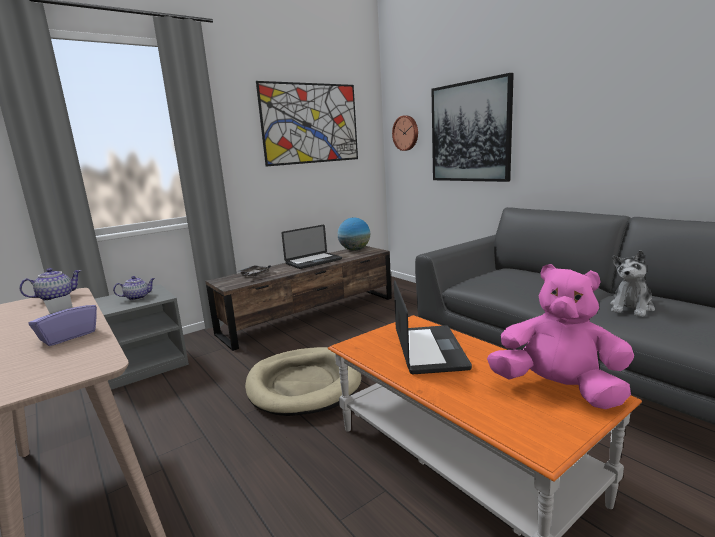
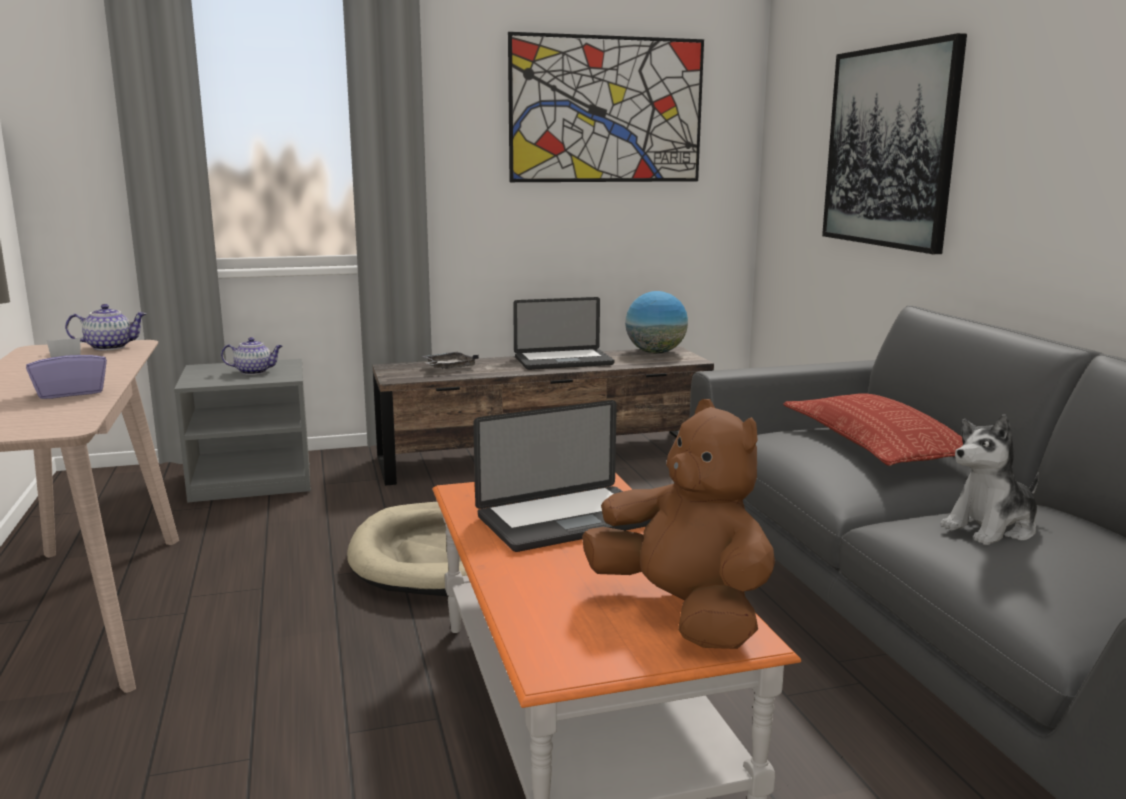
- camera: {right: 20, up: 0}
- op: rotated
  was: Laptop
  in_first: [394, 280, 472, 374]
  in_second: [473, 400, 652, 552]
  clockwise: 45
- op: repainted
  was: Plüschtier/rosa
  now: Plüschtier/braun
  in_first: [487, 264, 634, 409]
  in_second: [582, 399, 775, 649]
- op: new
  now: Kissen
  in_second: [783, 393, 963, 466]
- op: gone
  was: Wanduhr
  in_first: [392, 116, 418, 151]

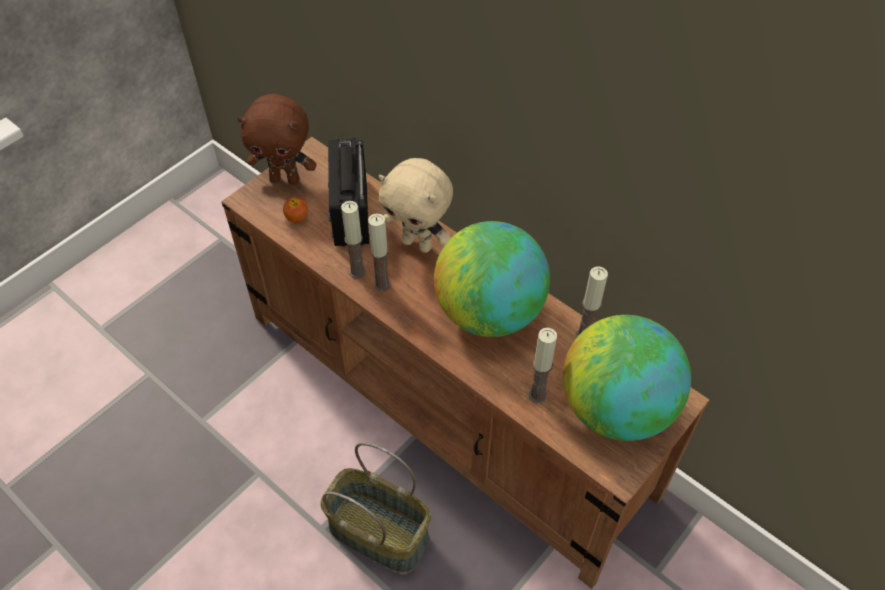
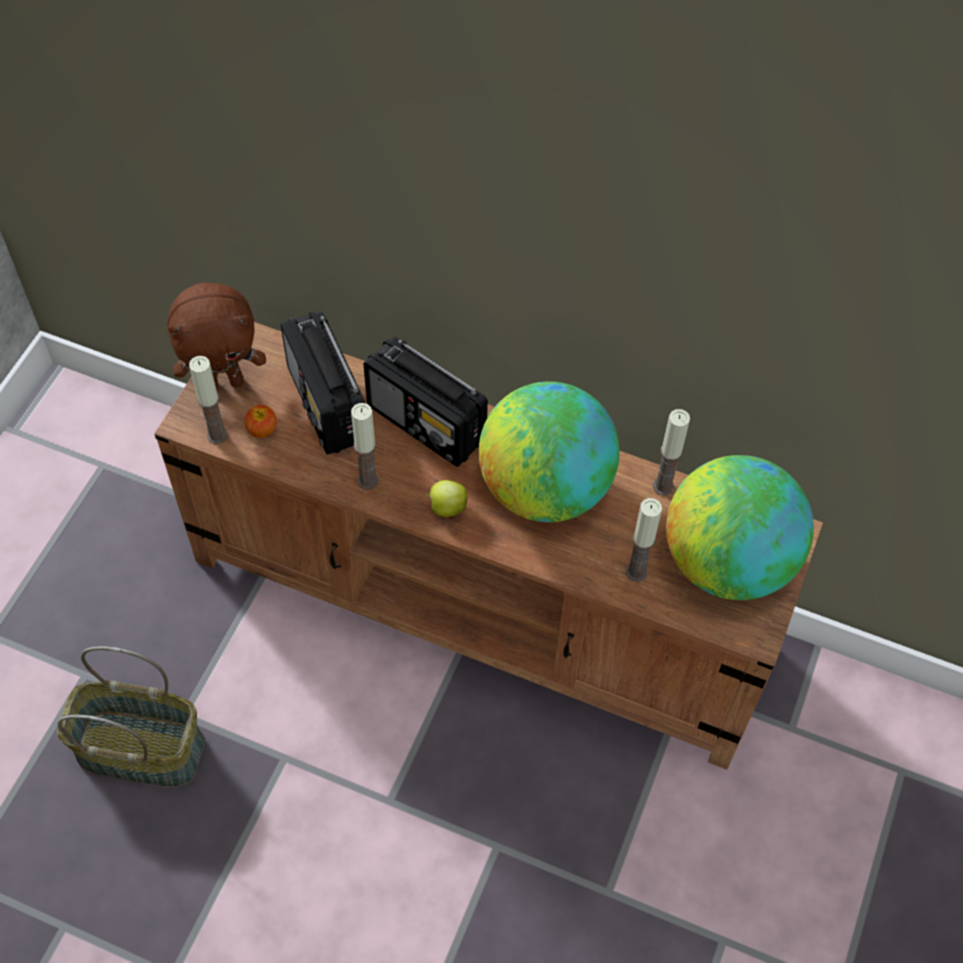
- camera: {right: -20, up: 5}
- op: shifted
  was: Korb
  in_first: [320, 442, 431, 572]
  in_second: [57, 646, 205, 787]
- op: shifted
  was: Kerze
  in_first: [368, 213, 391, 291]
  in_second: [189, 356, 228, 444]
- op: swapped
  was: Plüschtier/beige
  now: Radio
  in_first: [379, 158, 453, 253]
  in_second: [363, 336, 488, 467]
- op: new
  now: Apfel
  in_second: [426, 480, 468, 517]

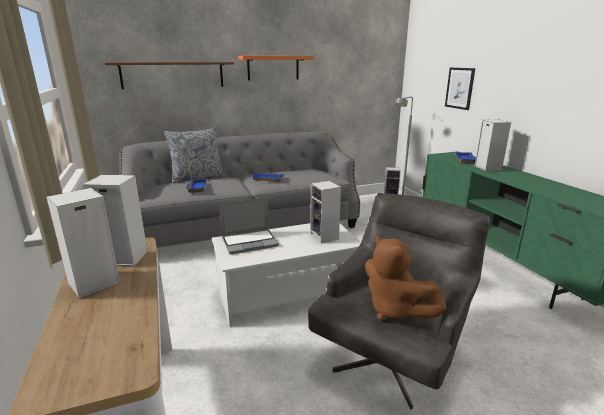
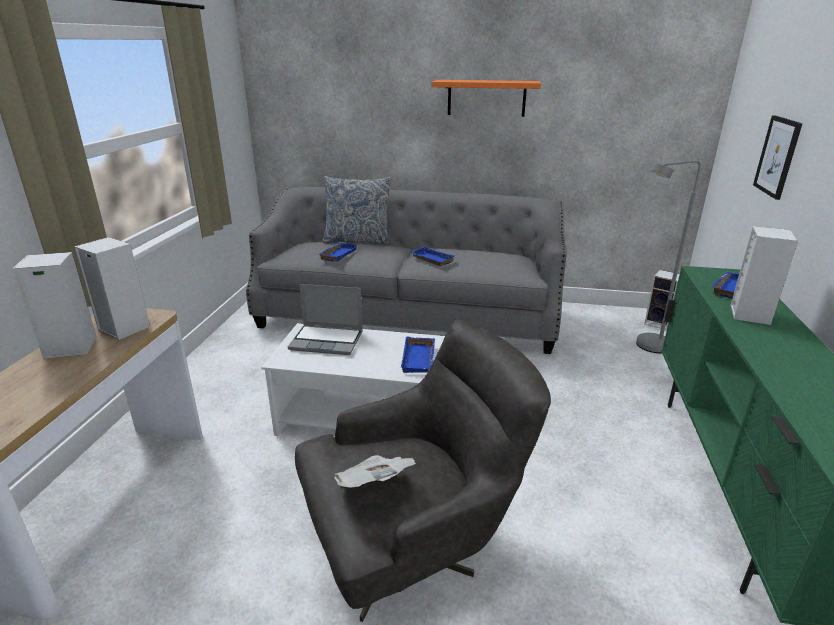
- camera: {right: 30, up: 5}
- op: swapped
  was: Plüschtier/braun
  now: Zeitung
  in_first: [365, 235, 447, 320]
  in_second: [334, 455, 416, 488]
- op: swapped
  was: Lautsprecher
  now: Tablett/blau
  in_first: [310, 181, 341, 243]
  in_second: [401, 337, 435, 373]
- op: gone
  was: Wandregal/braun
  in_first: [105, 62, 234, 89]

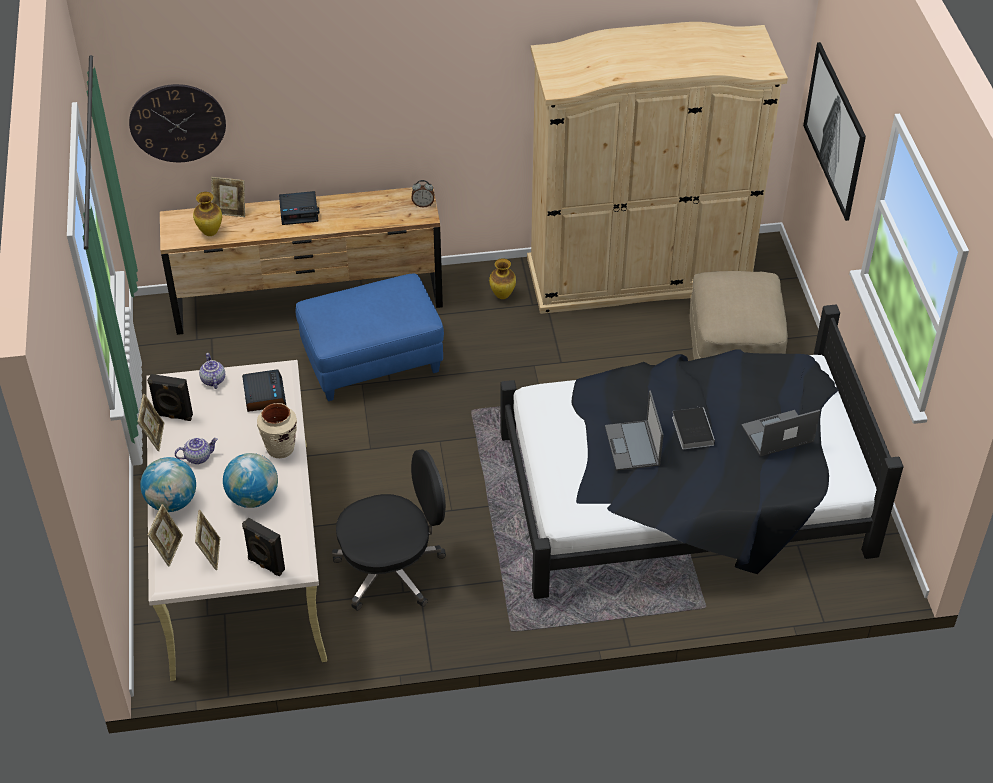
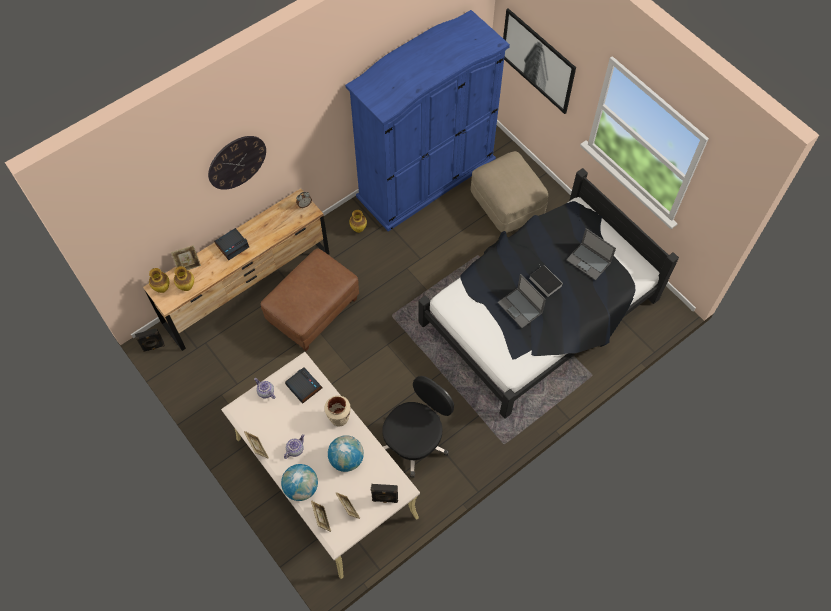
- camera: {right: -30, up: 15}
- op: shifted
  was: Lautsprecher/schwarz
  in_first: [147, 374, 193, 421]
  in_second: [135, 328, 165, 352]
- op: new
  now: Vase
  in_second: [149, 268, 170, 293]
- op: shifted
  was: Wanduhr
  in_first: [129, 84, 226, 162]
  in_second: [208, 136, 266, 190]
- op: repainted
  was: Polsterhocker/blau
  now: Polsterhocker/braun
  in_first: [296, 273, 444, 401]
  in_second: [261, 248, 359, 351]
- op: repainted
  was: Kleiderschrank/beige
  now: Kleiderschrank/blau
  in_first: [527, 22, 788, 314]
  in_second: [345, 10, 510, 231]
- op: rotated
  was: Laptop
  in_first: [741, 410, 820, 457]
  in_second: [566, 228, 616, 280]
  clockwise: -90

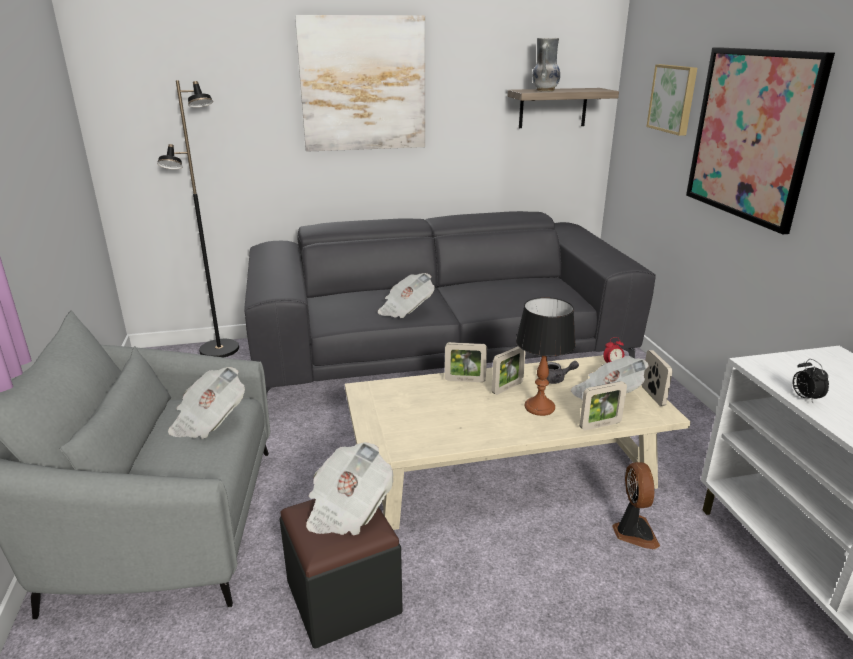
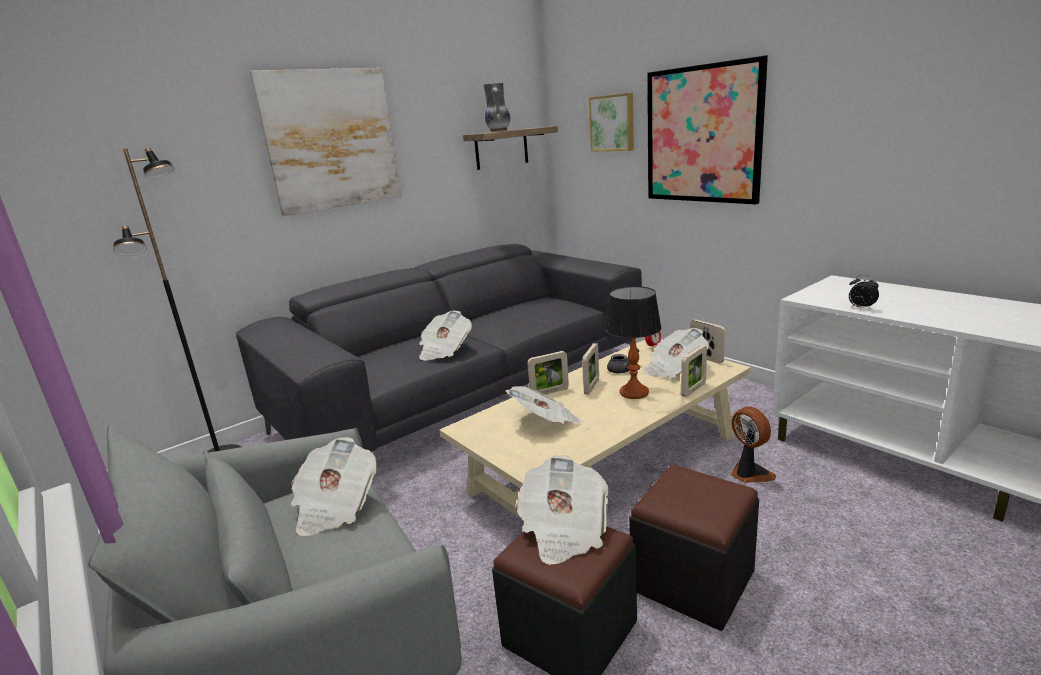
- camera: {right: -25, up: -5}
- op: new
  now: Zeitung
  in_second: [505, 386, 583, 424]
- op: new
  now: Polsterhocker/schwarz
  in_second: [629, 465, 759, 631]

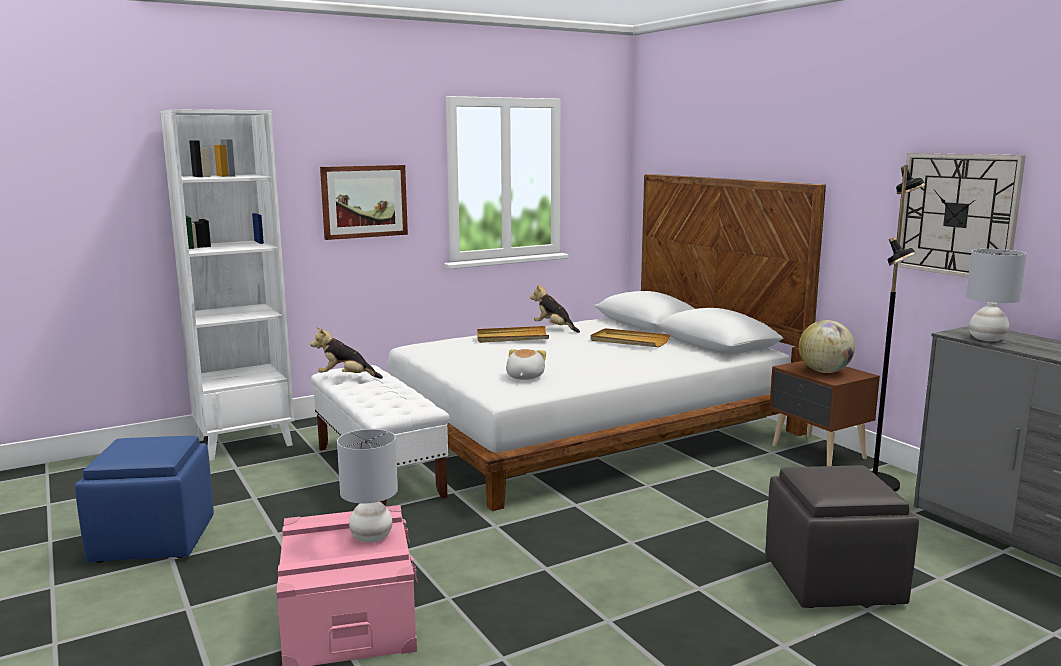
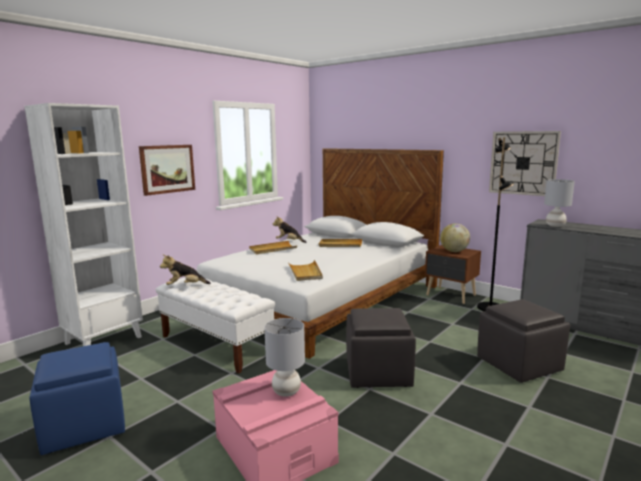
- camera: {right: -20, up: 0}
- op: swapped
  was: Plüschtier
  now: Tablett/beige
  in_first: [506, 349, 546, 380]
  in_second: [288, 260, 323, 281]
- op: new
  now: Polsterhocker/grau
  in_second: [346, 308, 416, 388]

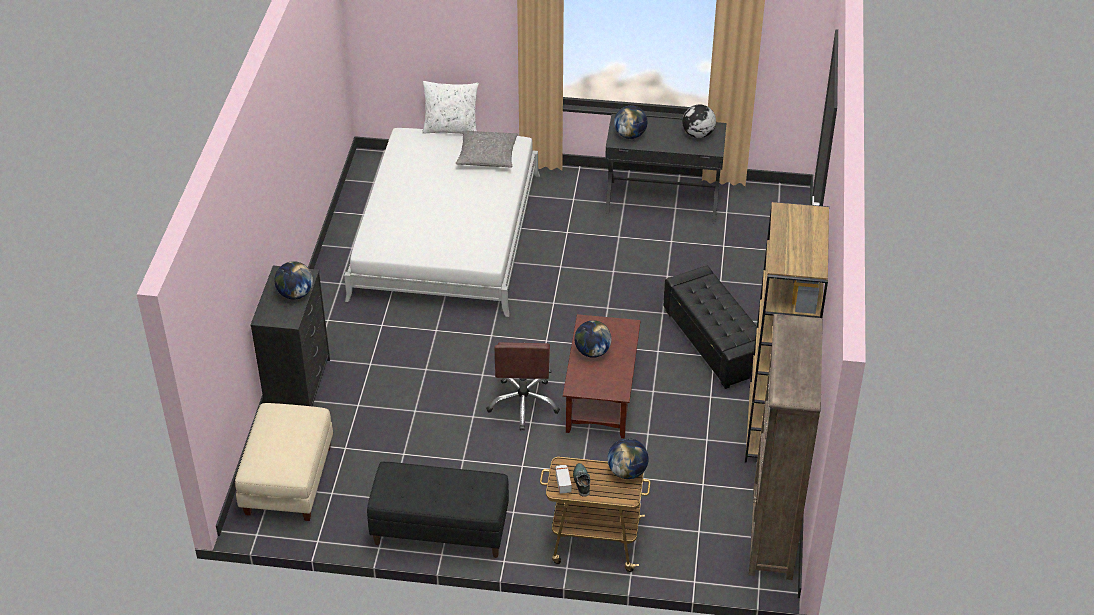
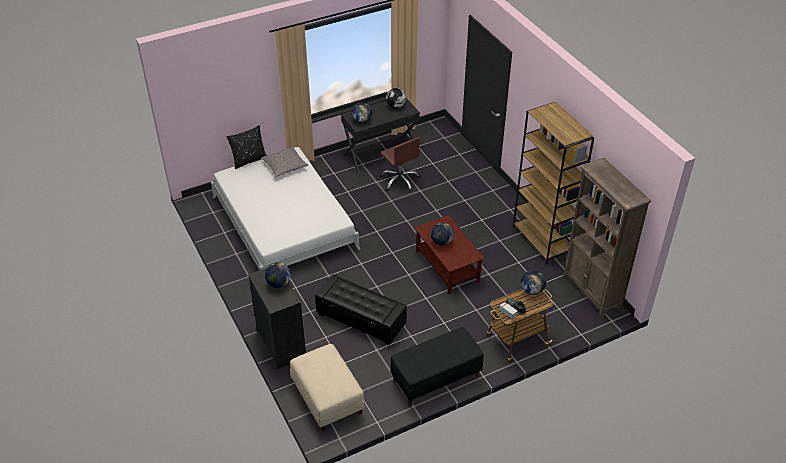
- camera: {right: -35, up: 0}
- op: repainted
  was: Kissen/weiß
  now: Kissen/schwarz
  in_first: [422, 81, 479, 134]
  in_second: [227, 125, 267, 169]
- op: shifted
  was: Polsterhocker/schwarz
  in_first: [663, 266, 757, 389]
  in_second: [315, 274, 407, 345]
- op: shifted
  was: Bürostuhl/braun
  in_first: [486, 342, 560, 431]
  in_second: [380, 137, 420, 192]

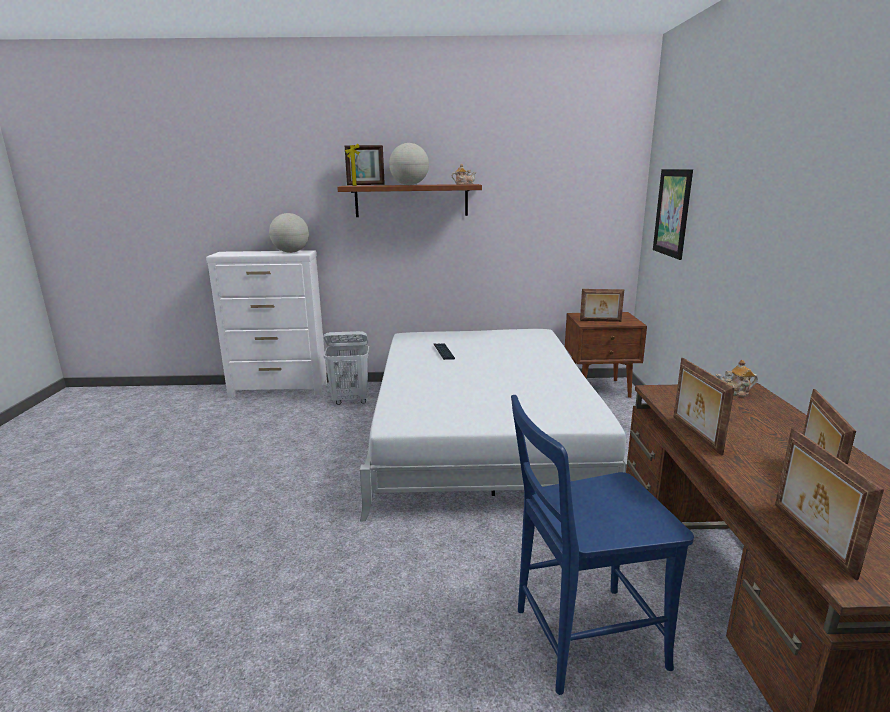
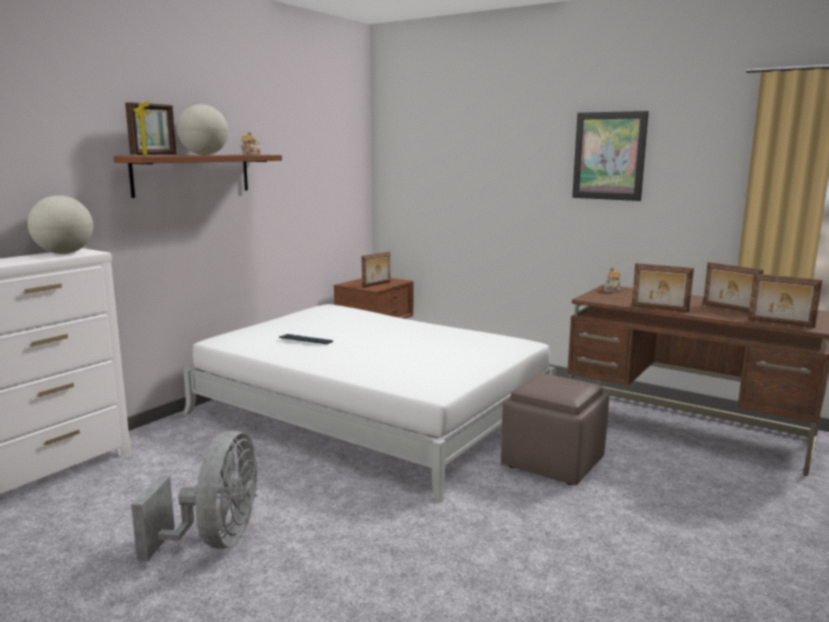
- camera: {right: -55, up: -5}
- op: new
  now: Ventilator/grau
  in_second: [131, 431, 258, 561]
- op: new
  now: Polsterhocker/braun
  in_second: [501, 373, 609, 485]
- op: shifted
  was: Bild
  in_first: [653, 169, 693, 260]
  in_second: [572, 111, 649, 201]
- op: gone
  was: Wäschekorb/weiß
  in_first: [323, 331, 369, 405]
- op: gone
  was: Stuhl/blau
  in_first: [511, 395, 694, 695]

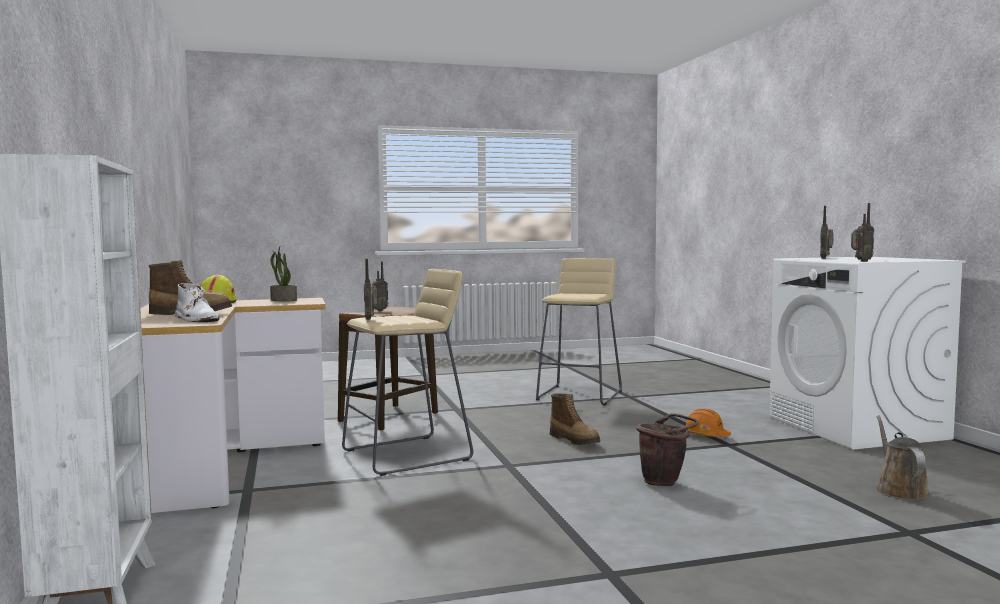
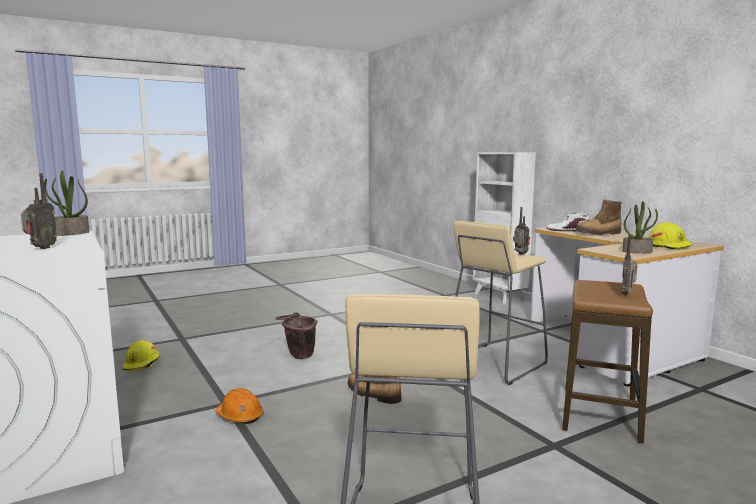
- camera: {right: 165, up: 5}
- op: swapped
  was: Radio
  now: Topfpflanze
  in_first: [851, 203, 874, 262]
  in_second: [44, 170, 89, 236]
- op: swapped
  was: Gießkanne/braun
  now: Schutzhelm/gelb
  in_first: [876, 415, 930, 501]
  in_second: [123, 340, 160, 371]

